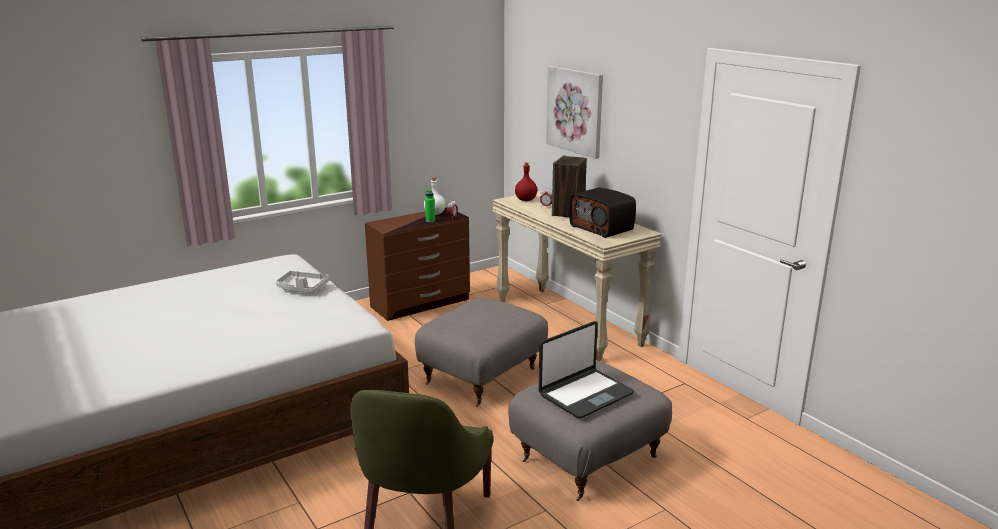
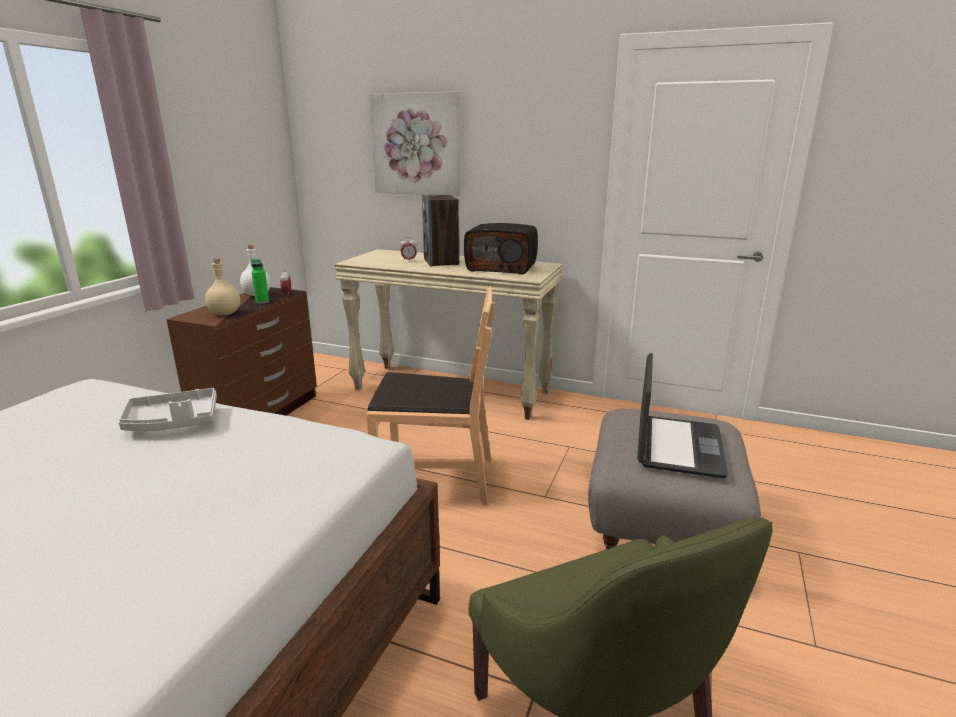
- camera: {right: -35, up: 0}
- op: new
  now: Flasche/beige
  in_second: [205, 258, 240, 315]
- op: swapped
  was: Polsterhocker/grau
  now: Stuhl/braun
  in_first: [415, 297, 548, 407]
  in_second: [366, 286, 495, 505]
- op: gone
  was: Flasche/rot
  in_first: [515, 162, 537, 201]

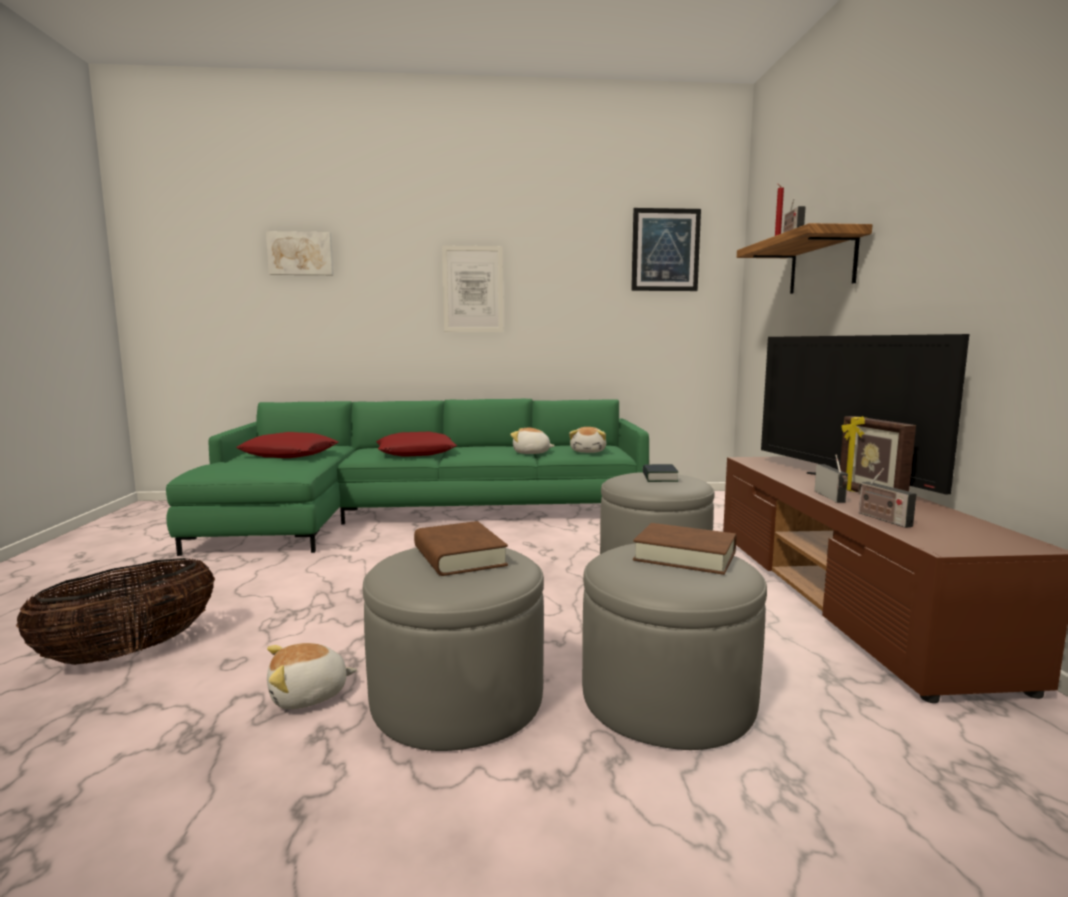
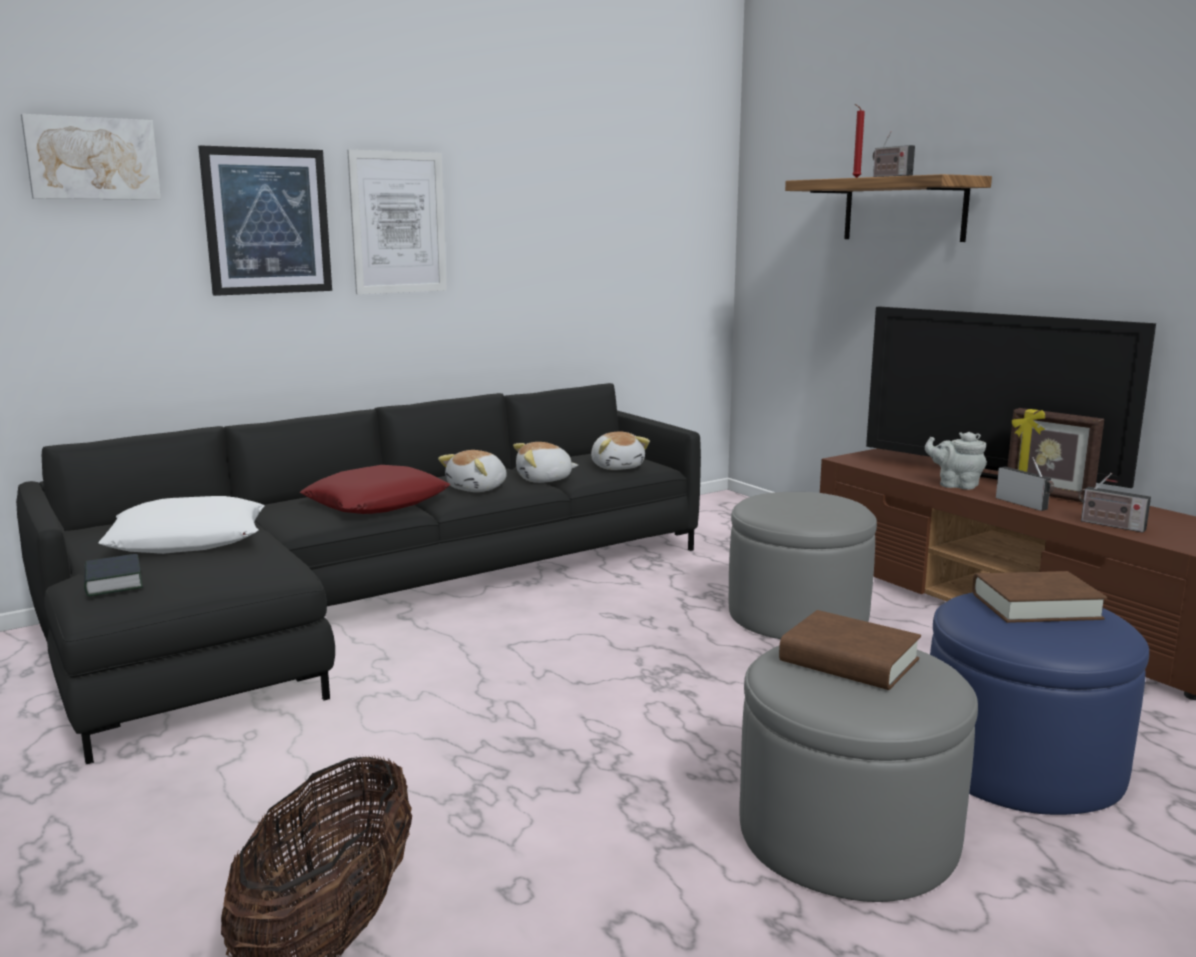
- camera: {right: -30, up: 5}
- op: repainted
  was: Sofa/grün
  now: Sofa/schwarz
  in_first: [166, 399, 649, 556]
  in_second: [16, 383, 701, 764]
- op: shifted
  was: Buch
  in_first: [643, 464, 678, 482]
  in_second: [84, 554, 143, 597]
- op: repainted
  was: Kissen/rot
  now: Kissen/weiß
  in_first: [236, 432, 339, 458]
  in_second: [99, 496, 264, 554]
- op: shifted
  was: Bild
  in_first: [631, 208, 701, 291]
  in_second: [198, 145, 332, 296]
- op: shifted
  was: Plüschtier
  in_first: [267, 643, 357, 709]
  in_second: [438, 450, 507, 492]
- op: new
  now: Teekanne/grau
  in_second: [925, 432, 987, 490]
- op: repainted
  was: Polsterhocker/grau
  now: Polsterhocker/blau
  in_first: [582, 543, 767, 750]
  in_second: [930, 593, 1149, 815]

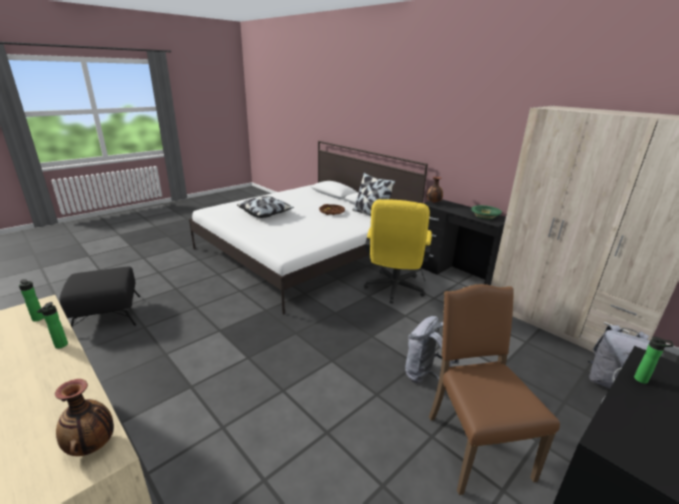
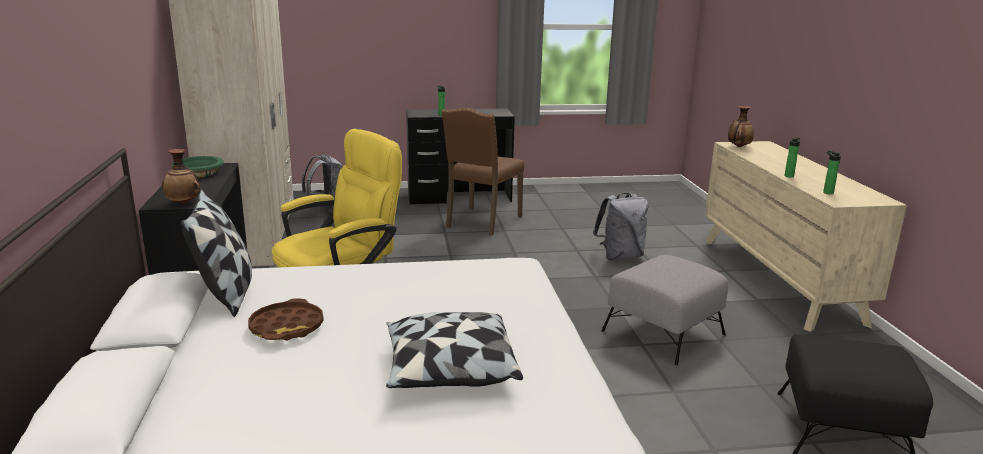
- camera: {right: -145, up: -5}
- op: shifted
  was: Rucksack/grau
  in_first: [405, 316, 459, 383]
  in_second: [593, 193, 648, 260]
- op: new
  now: Polsterhocker/grau
  in_second: [601, 255, 728, 365]

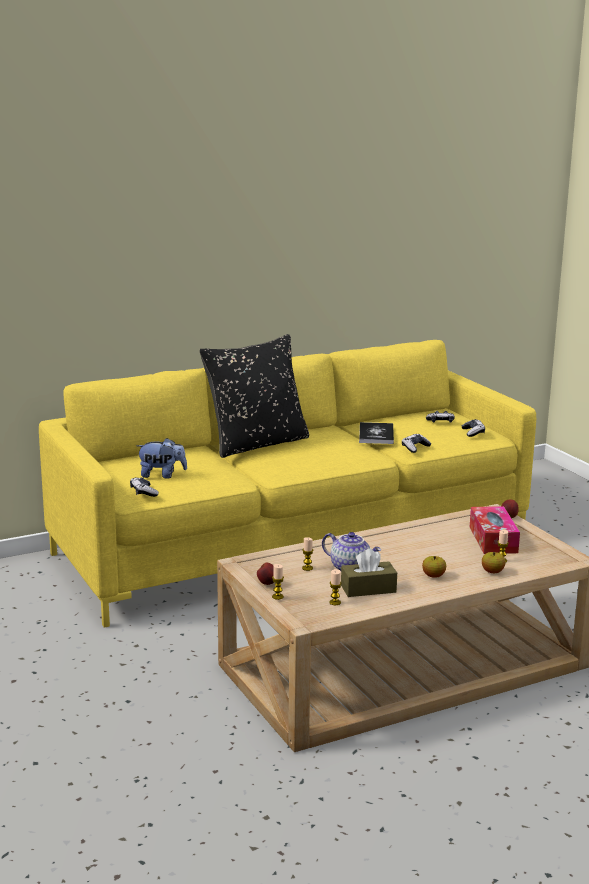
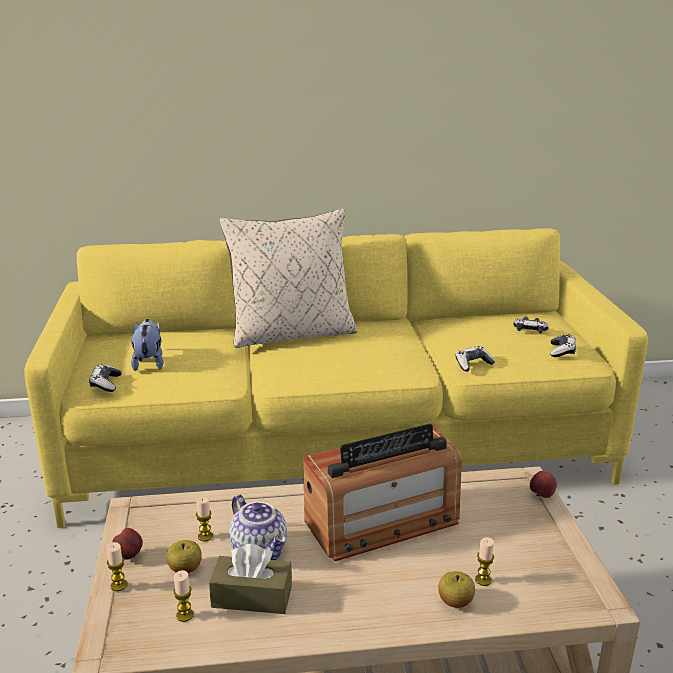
- camera: {right: 20, up: 5}
- op: rotated
  was: Plüschtier
  in_first: [137, 438, 187, 479]
  in_second: [131, 319, 163, 371]
  clockwise: -120
- op: shifted
  was: Apfel
  in_first: [422, 556, 446, 578]
  in_second: [166, 540, 202, 573]
- op: repainted
  was: Kissen/schwarz
  now: Kissen/beige
  in_first: [200, 334, 309, 458]
  in_second: [220, 209, 357, 348]
- op: new
  now: Radio
  in_second: [303, 424, 462, 562]
- op: gone
  was: Buch
  in_first: [359, 422, 394, 444]
- op: gone
  was: Taschentuchbox
  in_first: [470, 506, 520, 554]

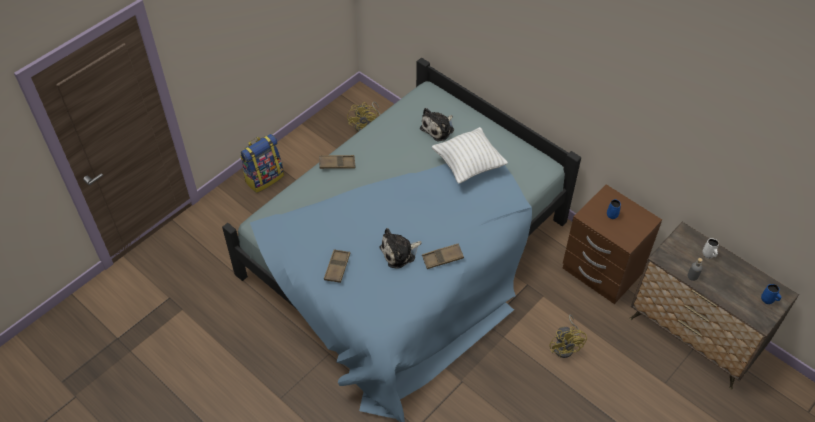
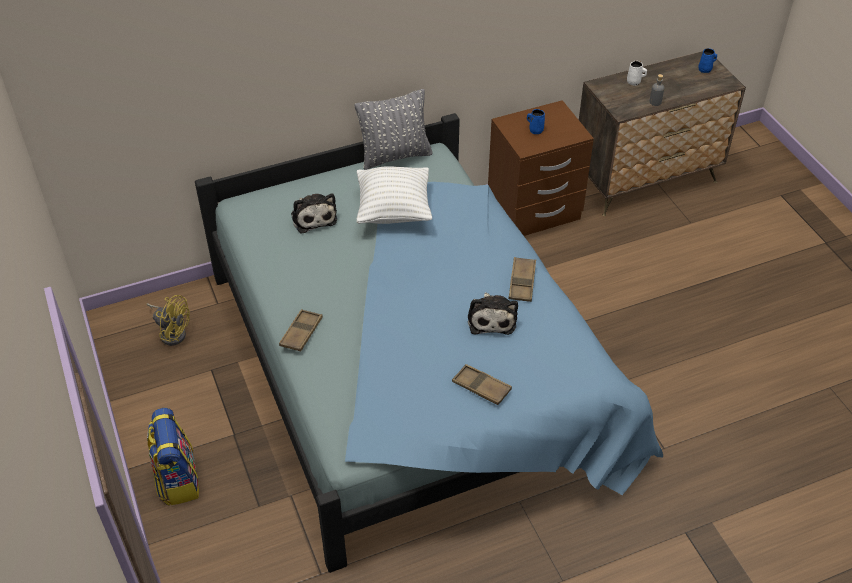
- camera: {right: -65, up: -5}
- op: new
  now: Kissen/grau
  in_second: [355, 89, 433, 170]
- op: gone
  was: Ventilator/gelb
  in_first: [549, 314, 587, 358]

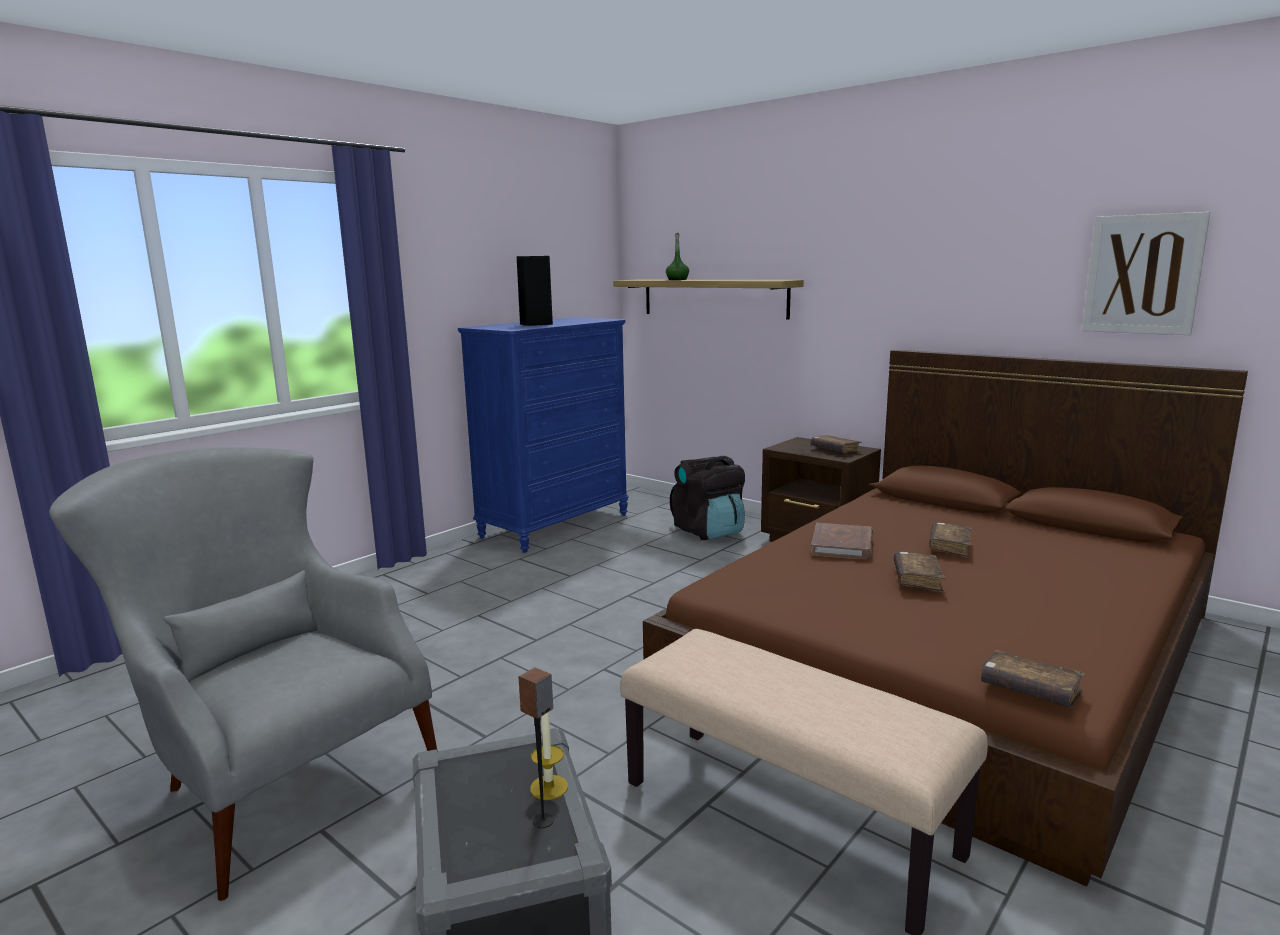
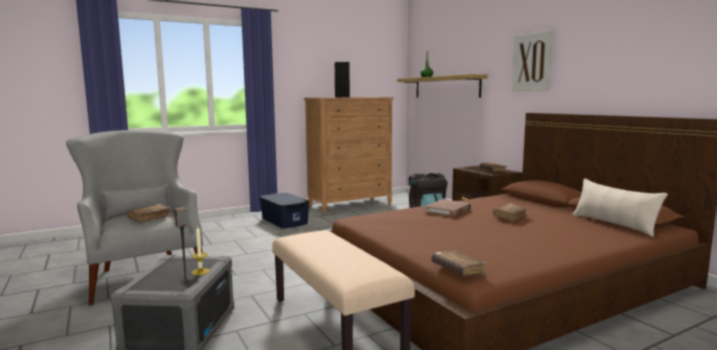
- camera: {right: 20, up: -5}
- op: shifted
  was: Buch/braun
  in_first: [894, 551, 945, 592]
  in_second: [127, 204, 171, 223]
- op: new
  now: Aufbewahrungsbox/blau
  in_second: [259, 193, 310, 228]
- op: repainted
  was: Kommode/blau
  now: Kommode/braun
  in_first: [458, 317, 629, 553]
  in_second: [304, 97, 394, 214]
- op: shifted
  was: Bild
  in_first: [1082, 212, 1210, 335]
  in_second: [511, 30, 554, 91]
- op: new
  now: Kissen/beige
  in_second: [573, 179, 668, 237]

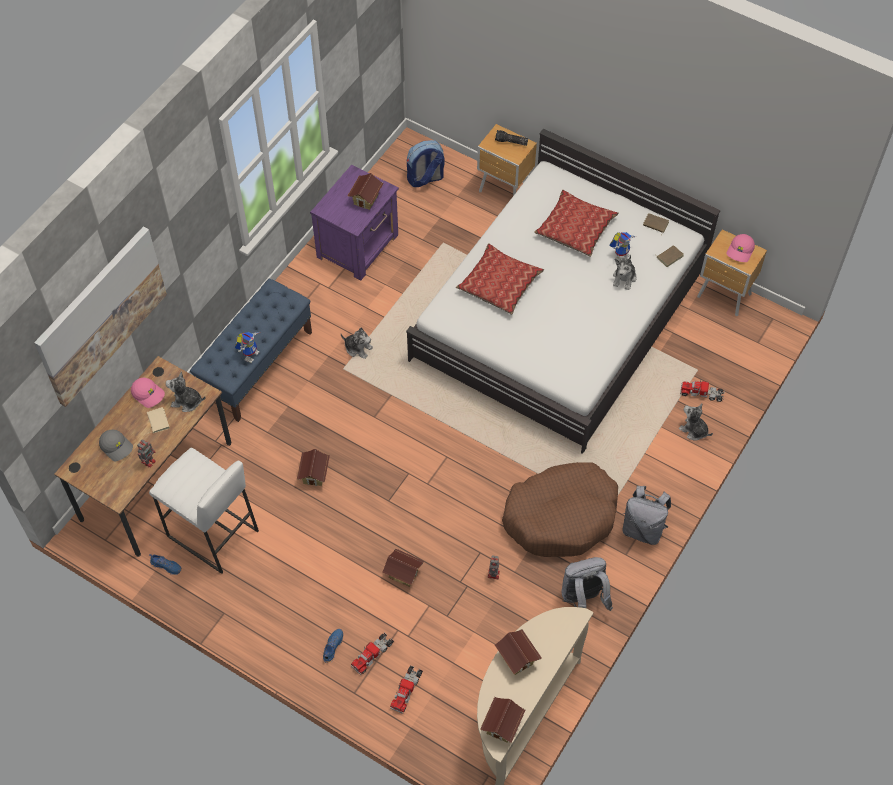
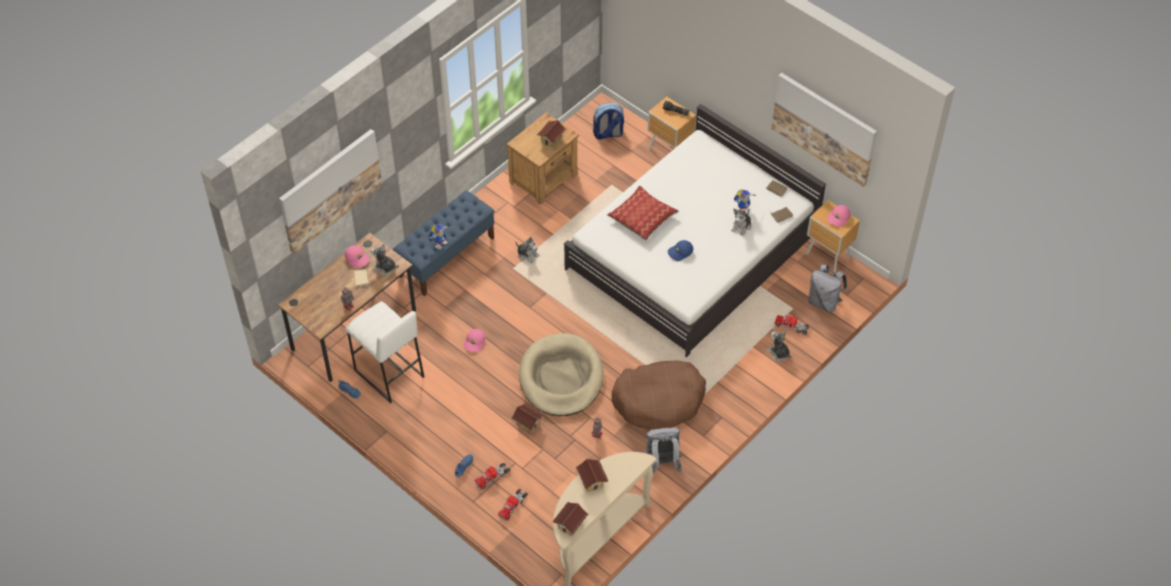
- camera: {right: 10, up: -5}
- op: swapped
  was: Spielzeughaus
  now: Kappe/rosa
  in_first: [297, 449, 330, 486]
  in_second: [464, 329, 485, 352]
- op: repainted
  was: Nachttisch/lila
  now: Nachttisch/braun
  in_first: [310, 165, 399, 280]
  in_second: [506, 113, 579, 205]
- op: new
  now: Hundebett/beige
  in_second: [519, 333, 604, 416]
- op: new
  now: Kappe/blau
  in_second: [668, 240, 693, 261]
- op: new
  now: Bild
  in_second: [772, 73, 877, 187]
- op: shifted
  was: Rucksack/grau
  in_first: [622, 486, 671, 545]
  in_second: [808, 264, 847, 313]
- op: gone
  was: Kappe/grau
  in_first: [99, 429, 133, 461]
- op: gone
  was: Kissen
  in_first: [534, 190, 619, 257]

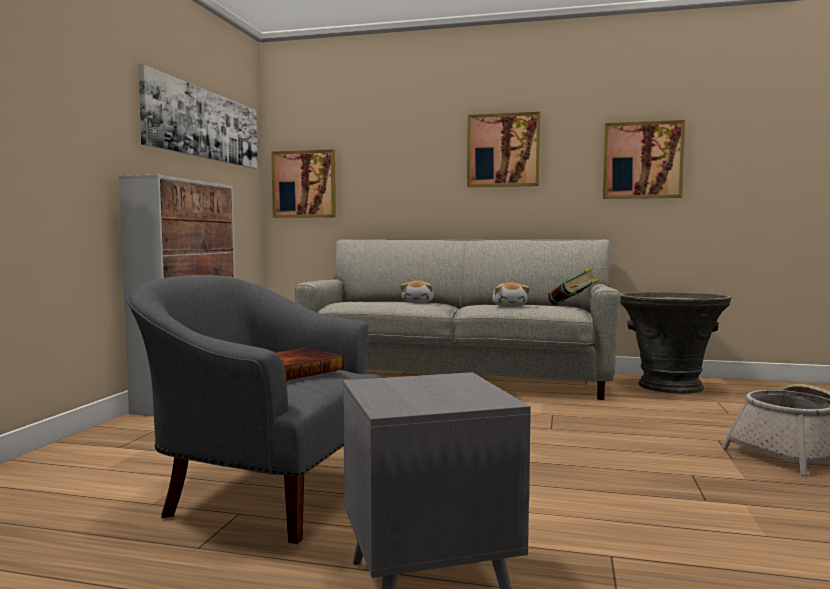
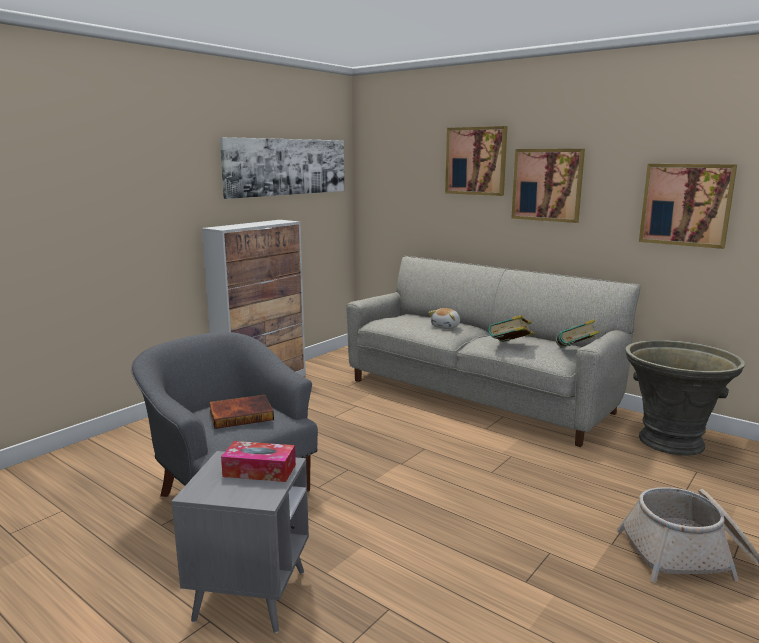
- camera: {right: 25, up: 10}
- op: new
  now: Taschentuchbox
  in_second: [221, 441, 296, 482]
- op: shifted
  was: Bild
  in_first: [271, 150, 336, 218]
  in_second: [445, 126, 508, 196]
- op: swapped
  was: Plüschtier
  now: Buch
  in_first: [492, 282, 530, 307]
  in_second: [489, 315, 534, 342]

